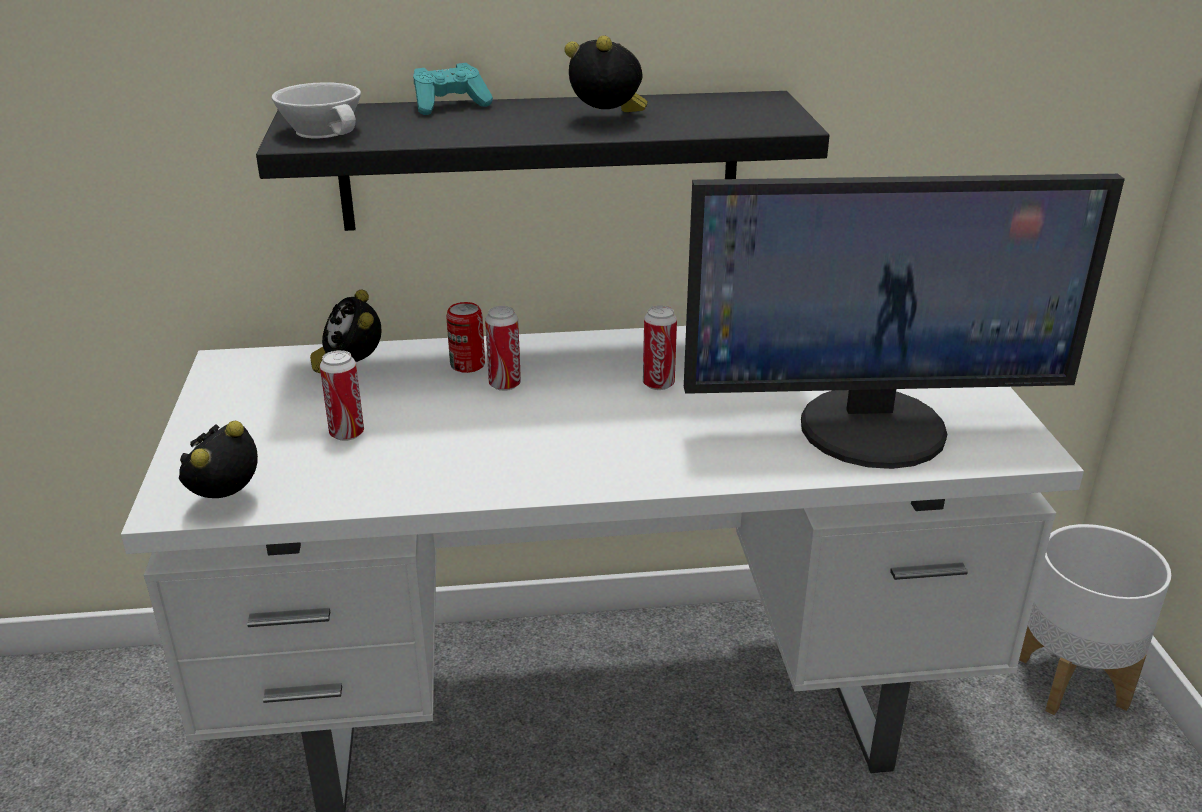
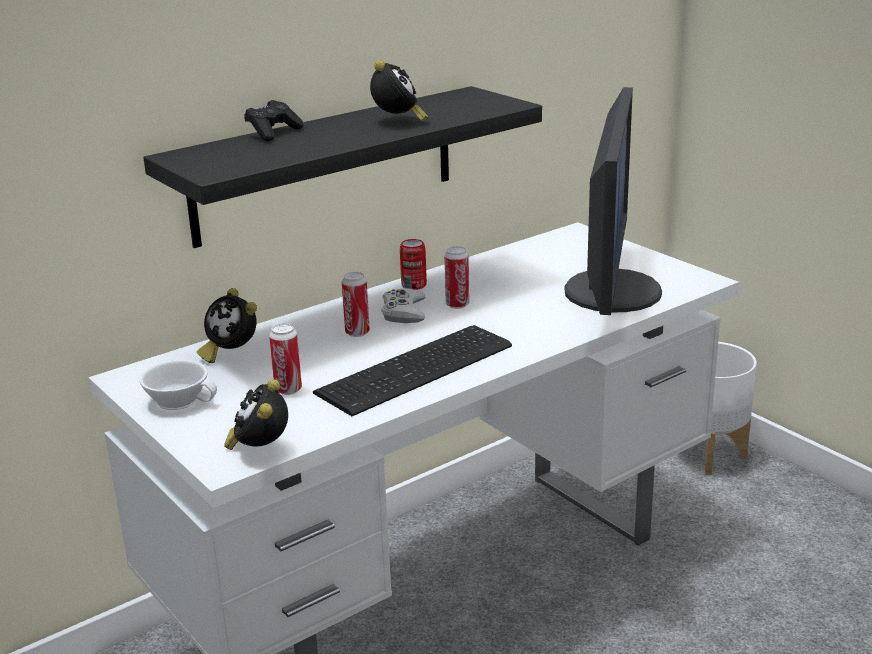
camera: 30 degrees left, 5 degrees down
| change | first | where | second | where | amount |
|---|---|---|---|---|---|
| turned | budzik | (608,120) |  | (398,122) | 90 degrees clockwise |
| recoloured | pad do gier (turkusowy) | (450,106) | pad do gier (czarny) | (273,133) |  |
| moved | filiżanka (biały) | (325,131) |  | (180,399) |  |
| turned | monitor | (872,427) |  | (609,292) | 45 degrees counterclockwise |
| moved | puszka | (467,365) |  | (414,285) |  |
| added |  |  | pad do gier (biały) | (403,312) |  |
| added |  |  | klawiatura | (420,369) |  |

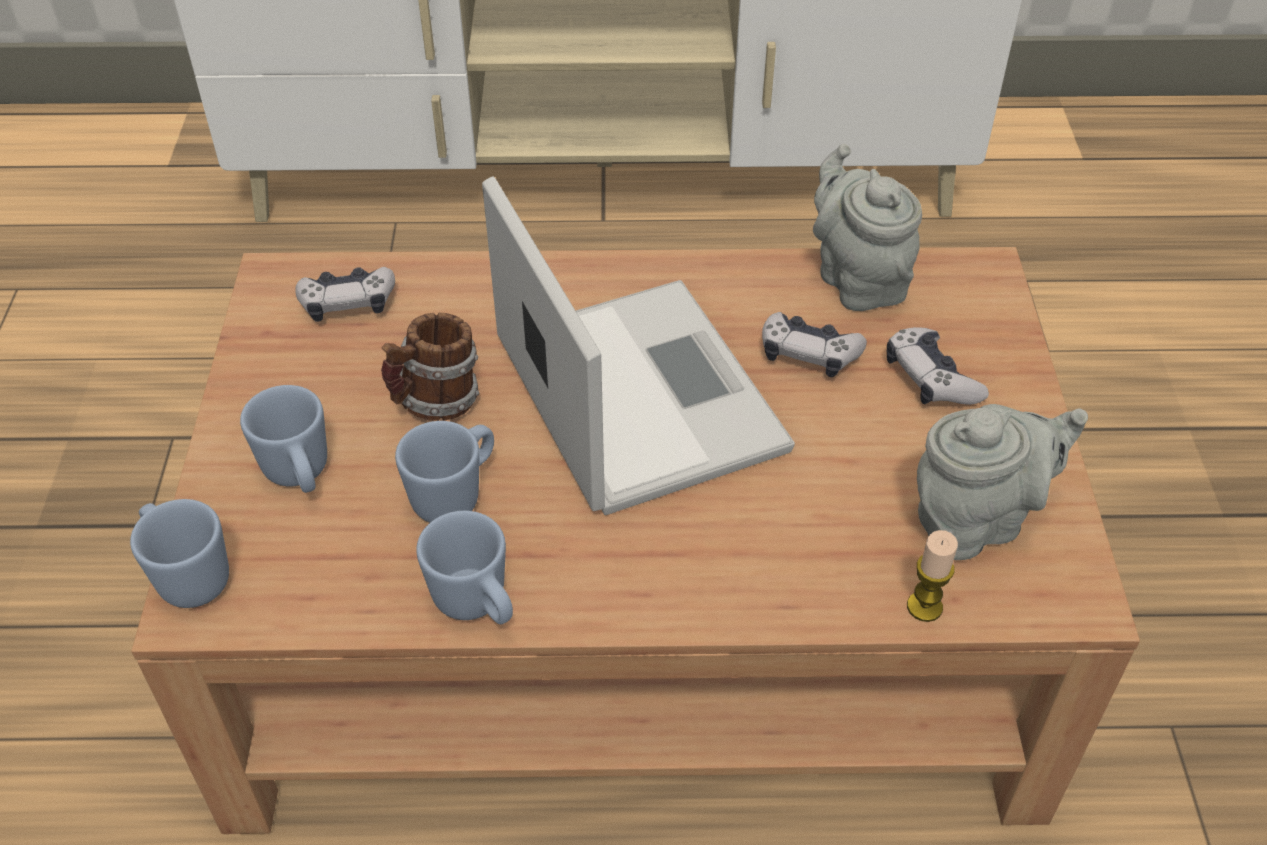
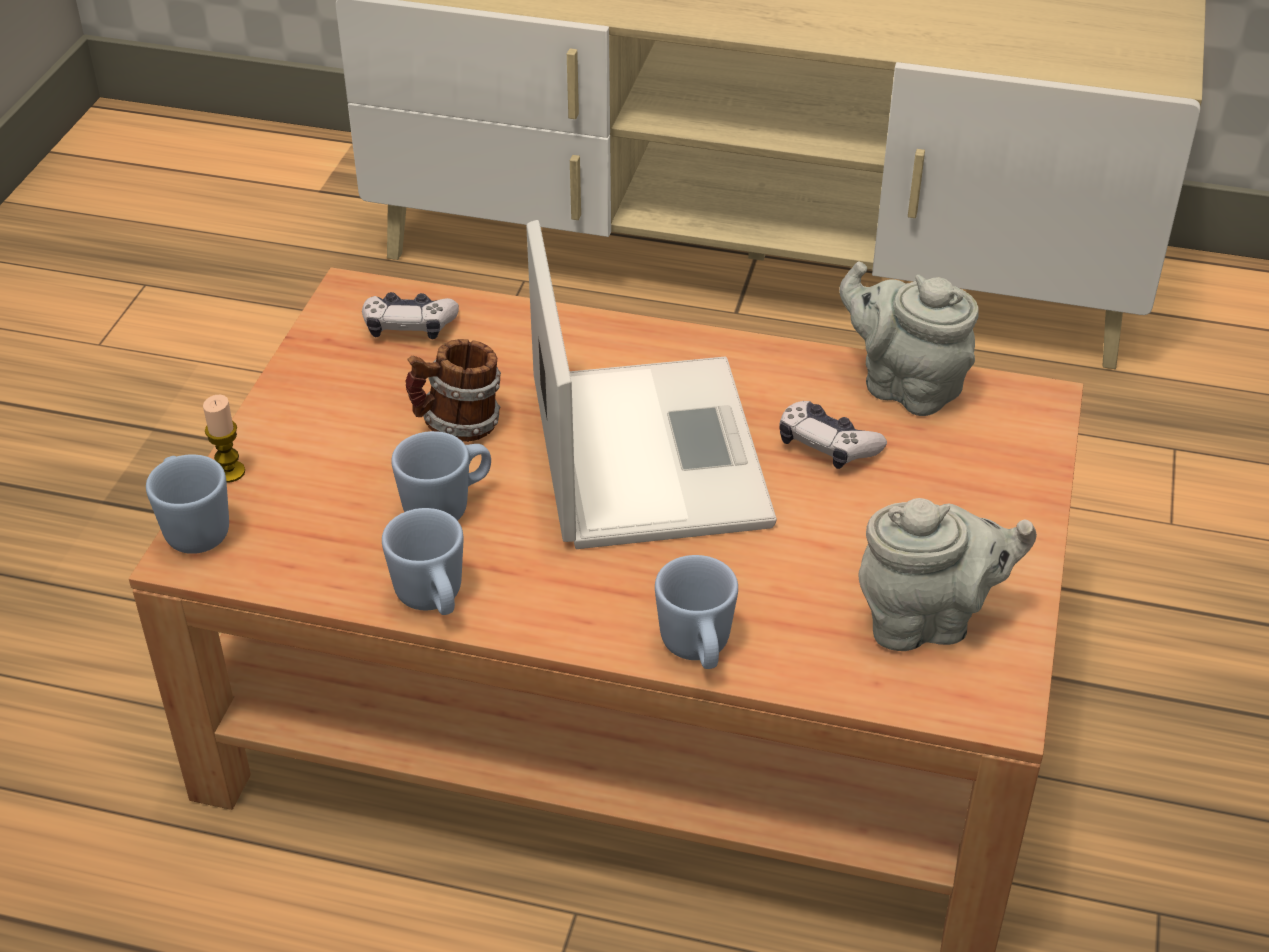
camera: 15 degrees right, 5 degrees down
| change | first | where | second | where | amount |
|---|---|---|---|---|---|
| turned | imbryk (szary) | (857,279) |  | (905,386) | 45 degrees counterclockwise |
| removed | pad do gier | (930,379) |  |  |  |
| moved | kubek (niebieski) | (300,476) |  | (698,651) |  |
| moved | świeca | (924,607) |  | (229,472) |  |

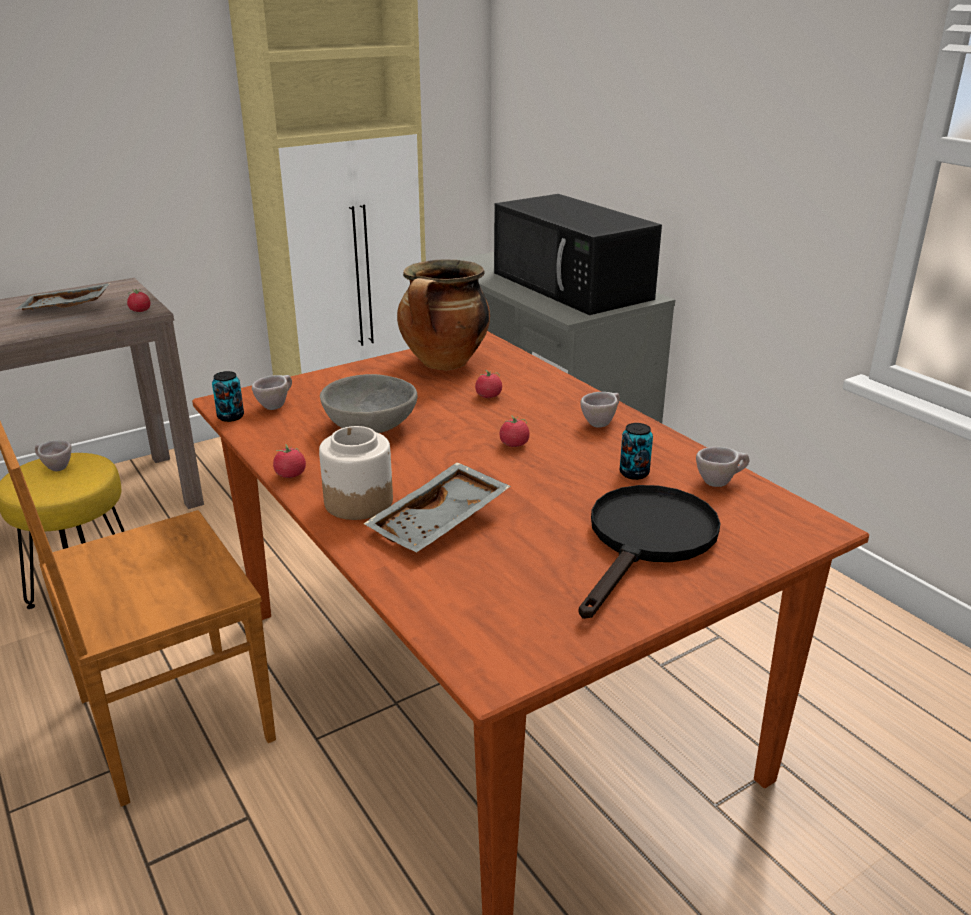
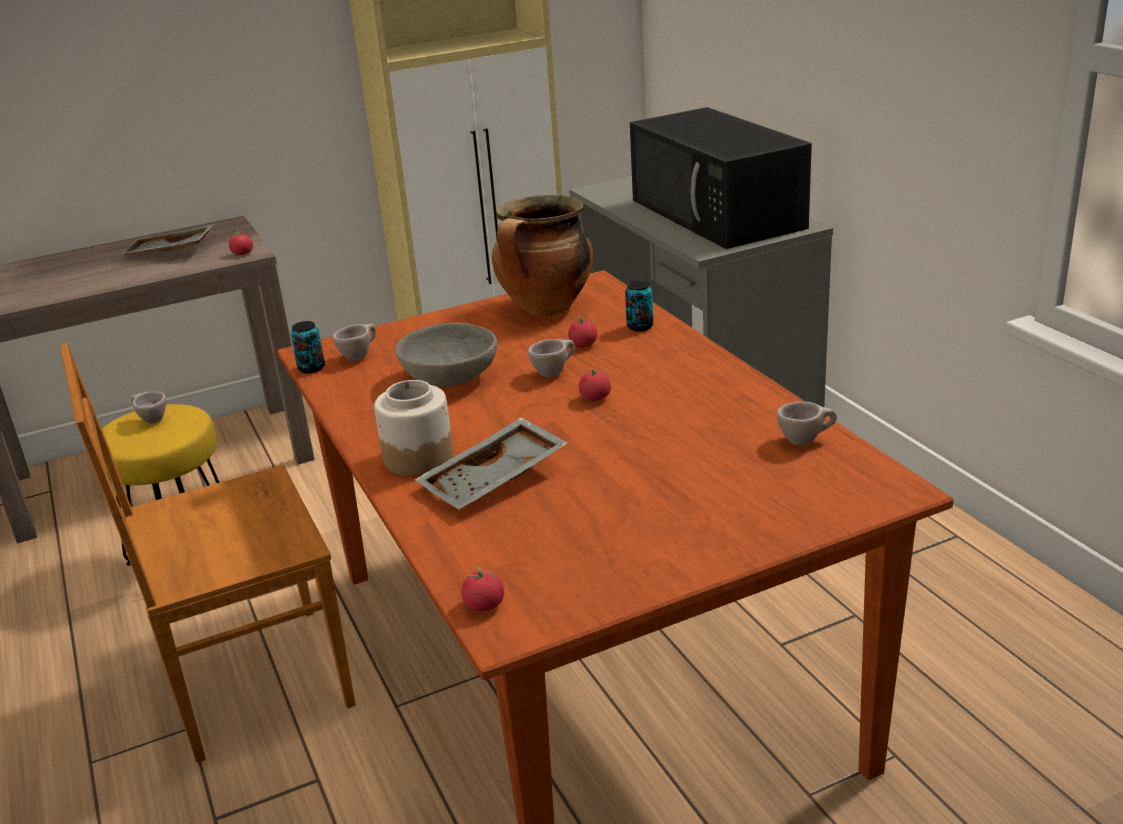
camera: 10 degrees right, 0 degrees up
| change | first | where | second | where | amount |
|---|---|---|---|---|---|
| moved | filiżanka (beżowy) | (601,423) |  | (554,372) |  |
| moved | puszka | (634,473) |  | (640,326) |  |
| moved | pomidor | (290,475) |  | (484,605) |  |
| removed | patelnia (czarny) | (647,541) |  |  |  |

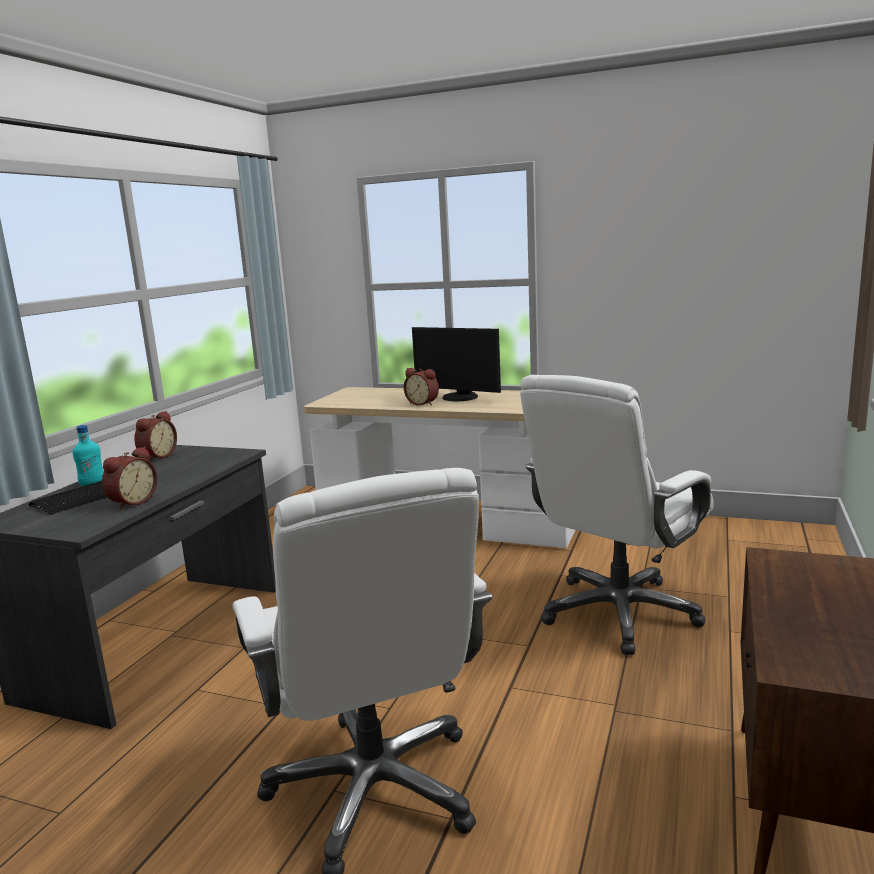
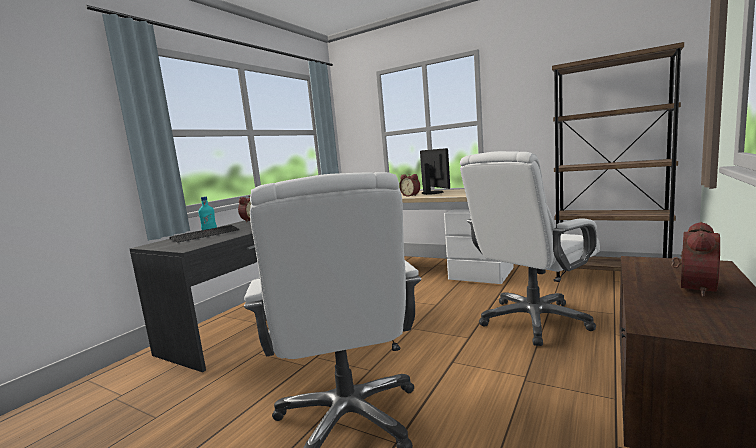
camera: 10 degrees right, 5 degrees down
| change | first | where | second | where | amount |
|---|---|---|---|---|---|
| turned | monitor | (459,398) |  | (433,193) | 150 degrees counterclockwise |
| moved | budzik | (132,502) |  | (693,287) |  |
| added |  |  | regał (brązowy) | (610,276) |  |

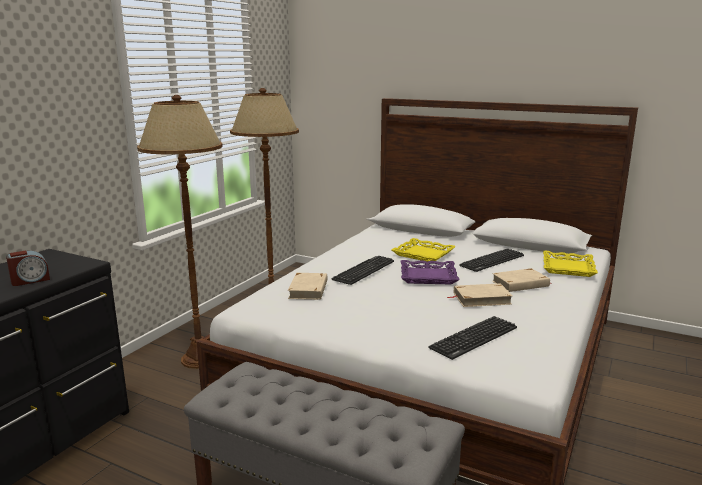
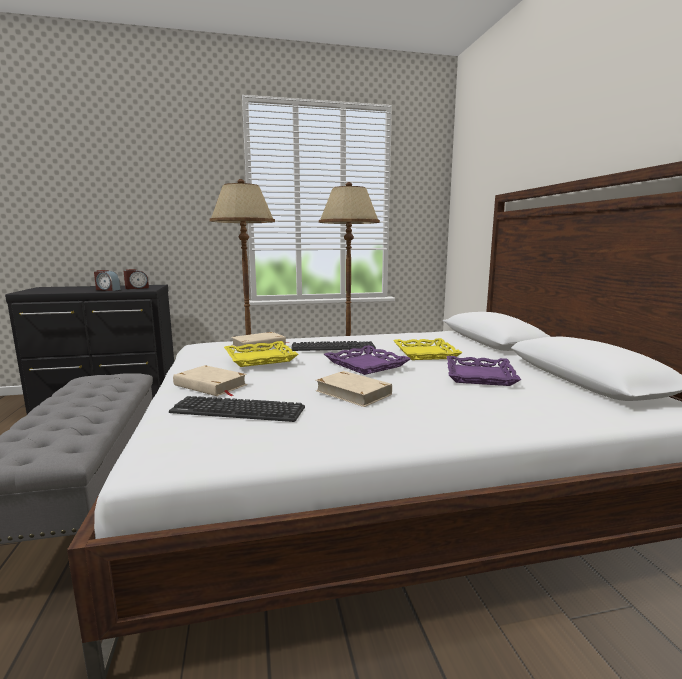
camera: 50 degrees right, 5 degrees down
| change | first | where | second | where | amount |
|---|---|---|---|---|---|
| replaced | klawiatura | (492,261) | taca (fioletowy) | (479,375) |  |
| moved | taca (żółty) | (568,268) |  | (260,358) |  |
| moved | książka (beżowy) | (520,284) |  | (210,385) |  |
| added |  |  | budzik | (137,288) |  |

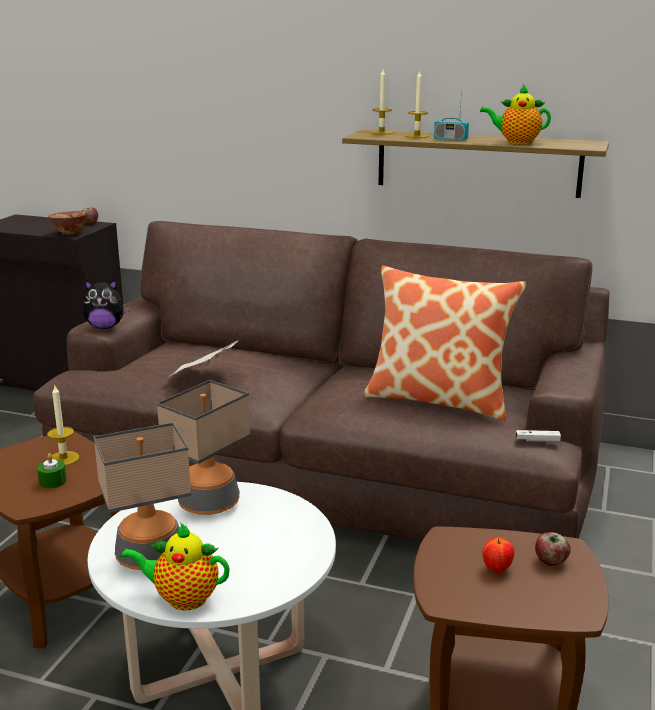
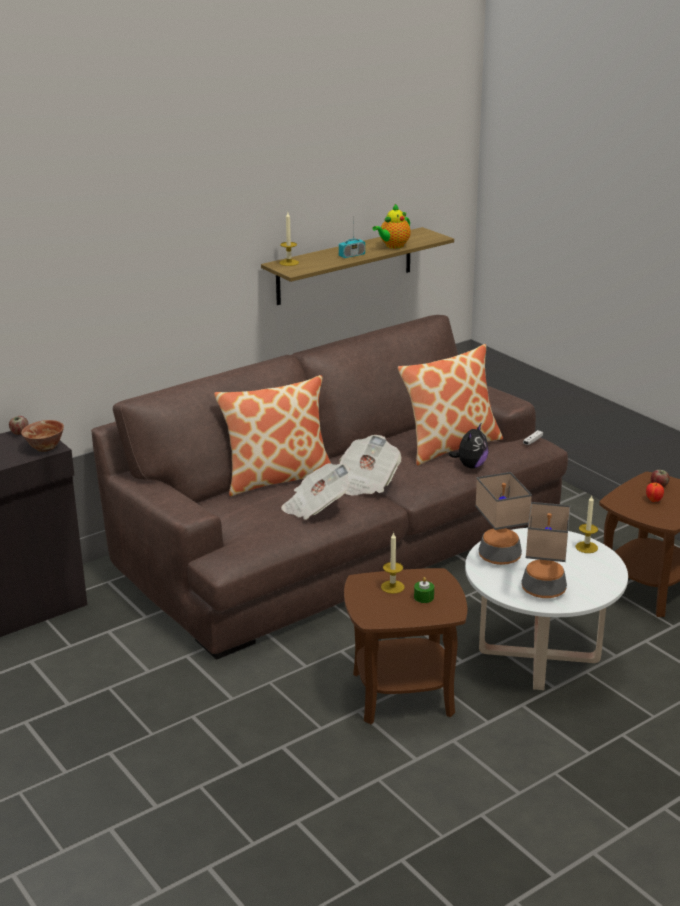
camera: 55 degrees left, 5 degrees up
| change | first | where | second | where | amount |
|---|---|---|---|---|---|
| moved | świeca | (417,136) |  | (586,547) |  |
| moved | pluszak | (105,327) |  | (470,466) |  |
| removed | imbryk | (182,598) |  |  |  |
| added |  |  | poduszka | (277,478) |  |
| added |  |  | gazeta | (367,482) |  |

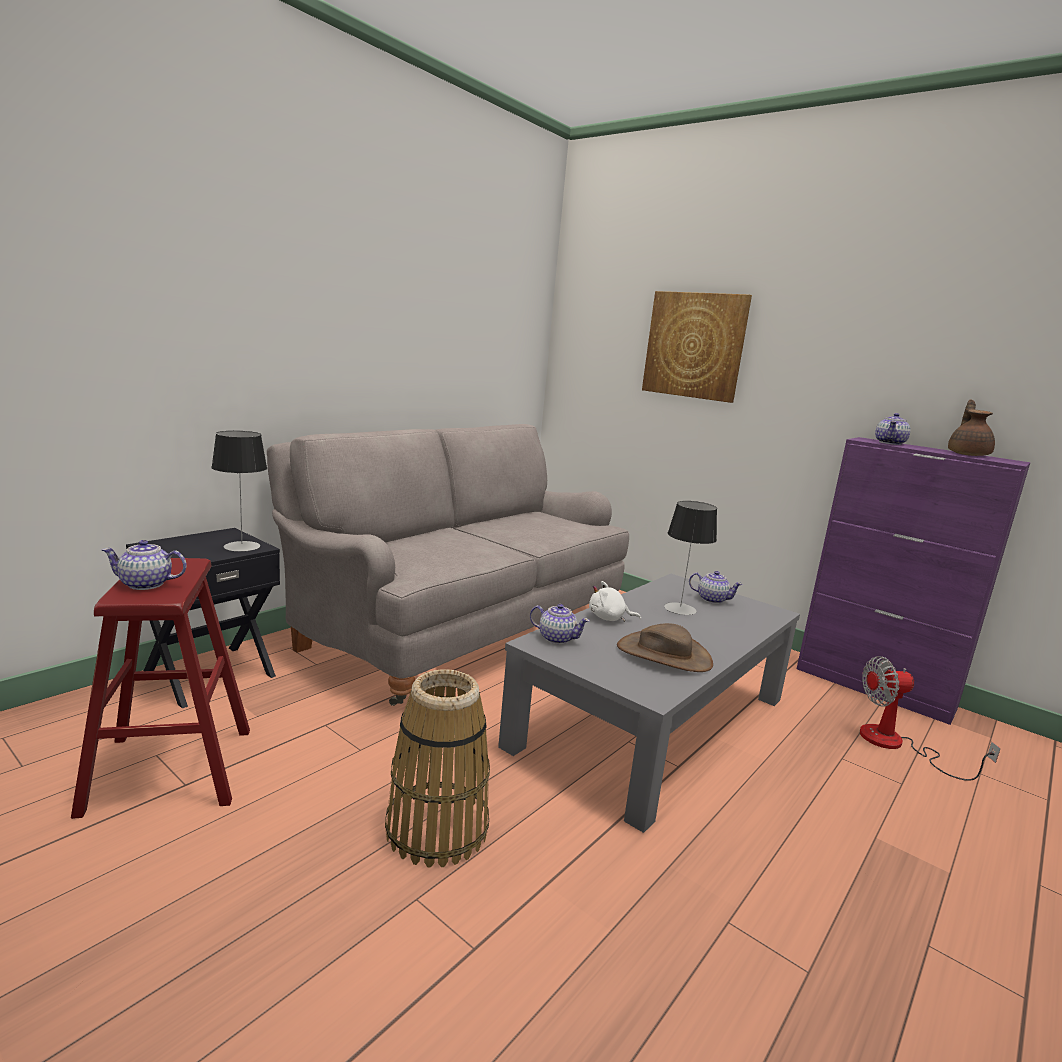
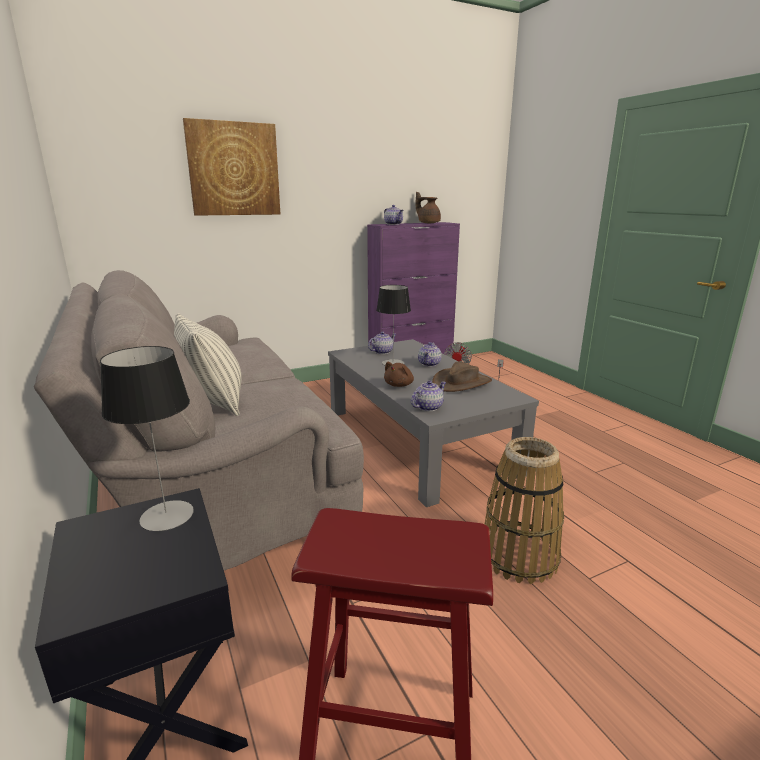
camera: 65 degrees left, 5 degrees up
| change | first | where | second | where | amount |
|---|---|---|---|---|---|
| moved | imbryk | (146,584) |  | (429,364) |  |
| recoloured | pluszak (biały) | (609,618) | pluszak (brązowy) | (399,385) |  |
| added |  |  | poduszka | (213,402) |  |

